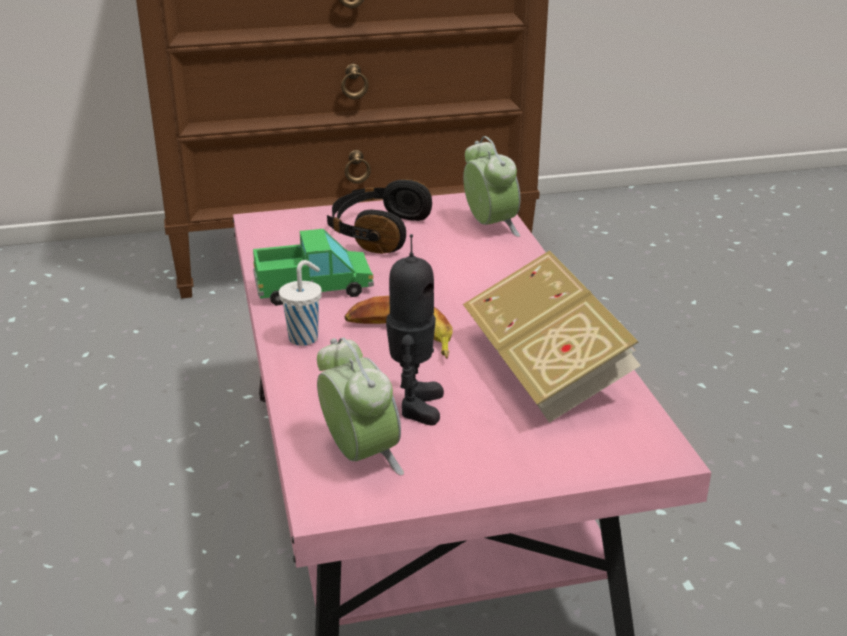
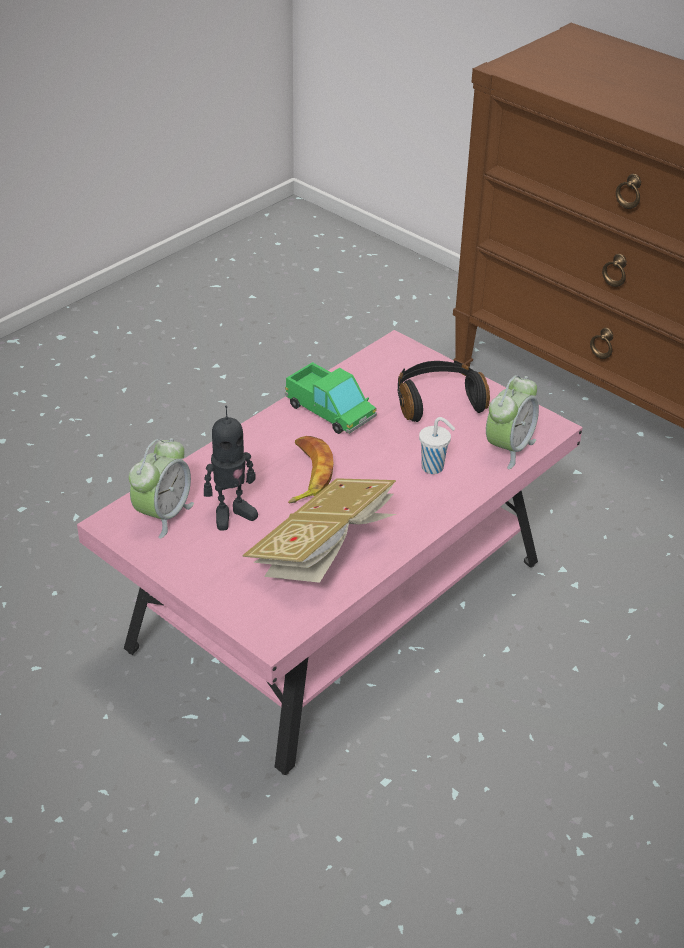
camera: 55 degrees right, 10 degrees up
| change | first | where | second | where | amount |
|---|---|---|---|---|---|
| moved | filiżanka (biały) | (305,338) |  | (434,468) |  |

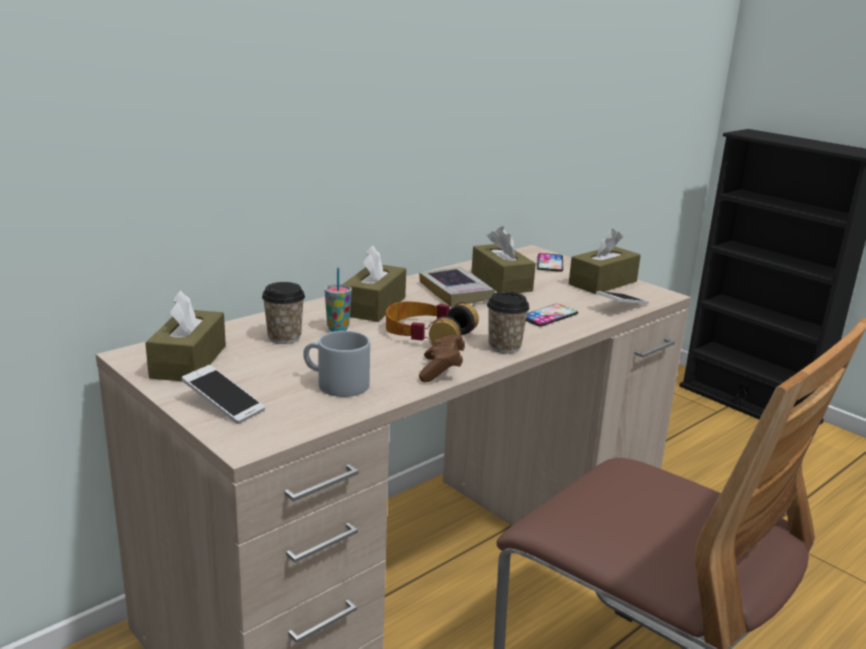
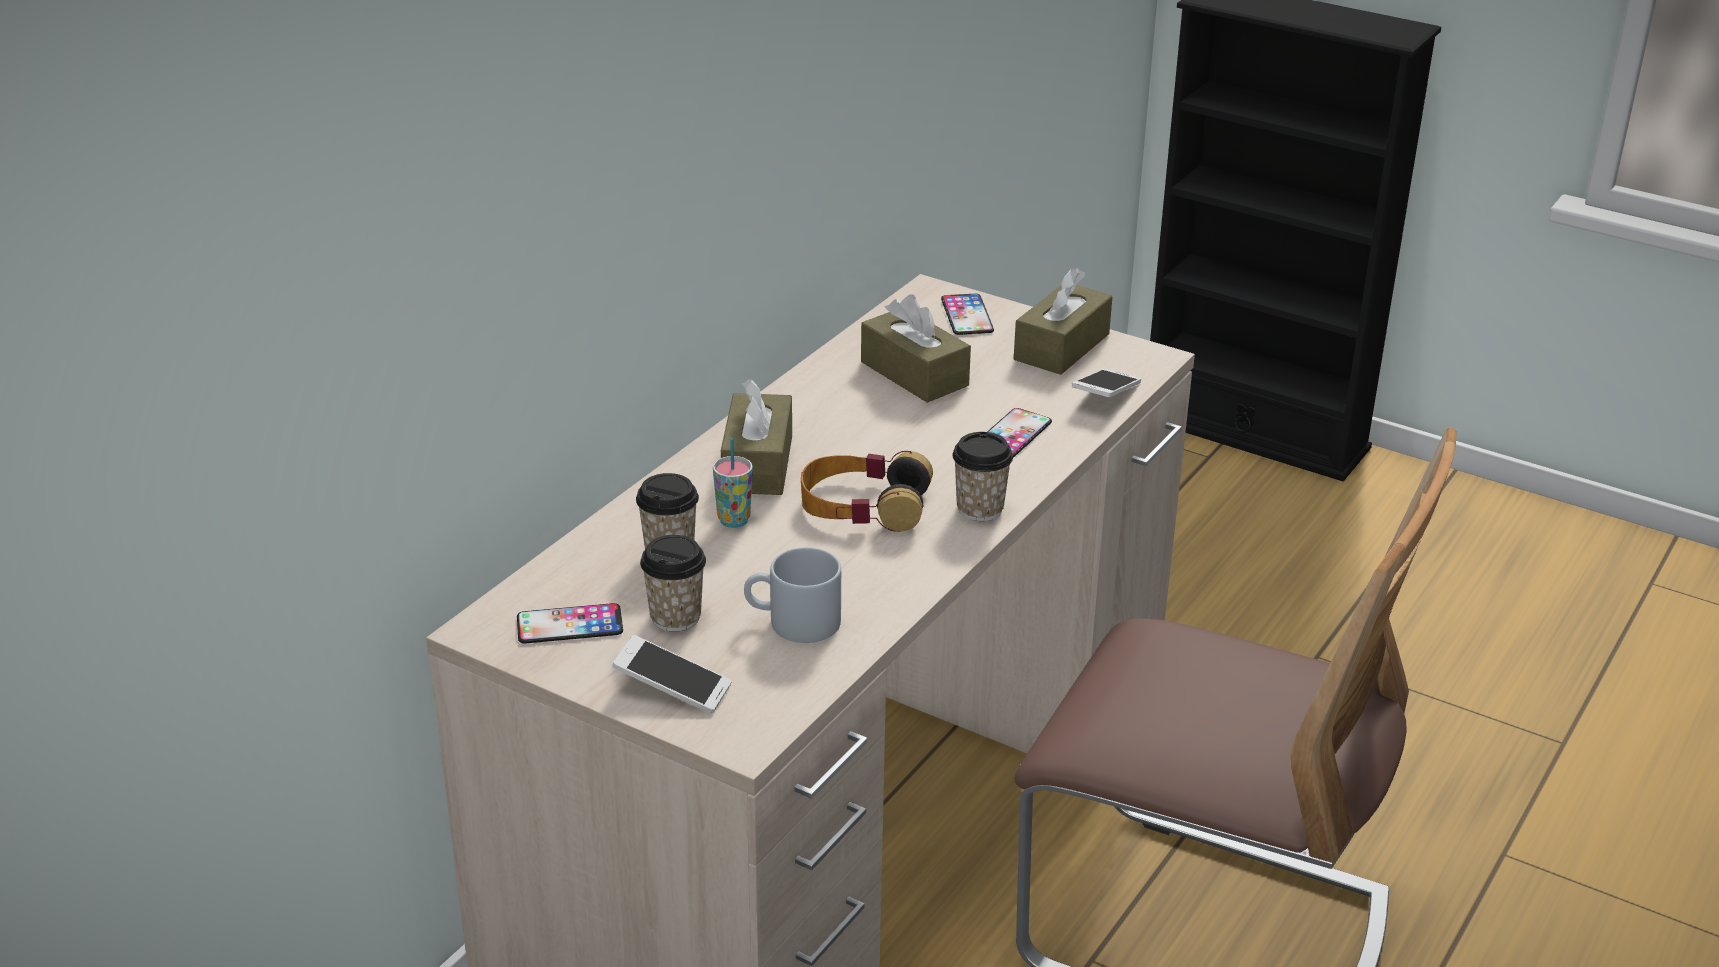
camera: 15 degrees left, 10 degrees up
| change | first | where | second | where | amount |
|---|---|---|---|---|---|
| removed | książka | (455,292) |  |  |  |
| replaced | pudełko chusteczek (brązowy) | (189,361) | telefon | (569,624) |  |
| removed | pad do gier (brązowy) | (441,370) |  |  |  |
| added |  |  | filiżanka | (675,617) |  |

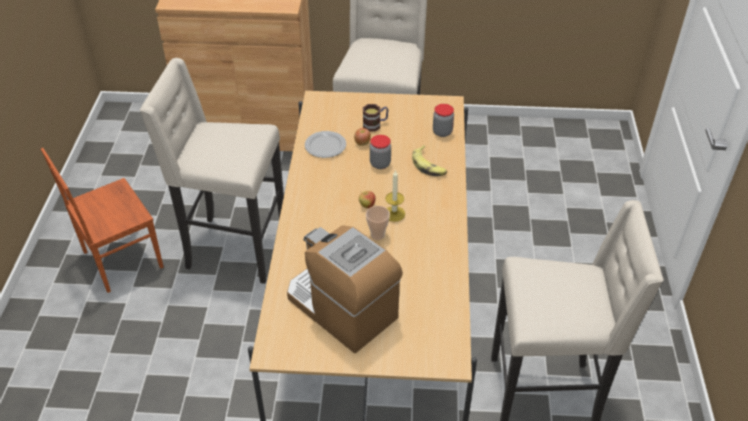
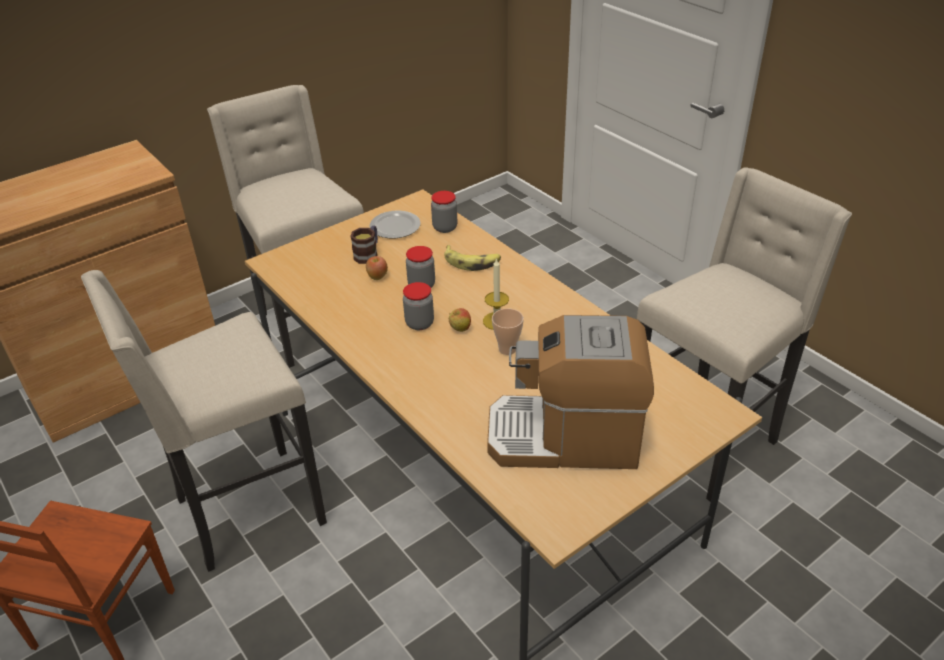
camera: 40 degrees left, 5 degrees down
| change | first | where | second | where | amount |
|---|---|---|---|---|---|
| moved | talerz | (325,145) |  | (394,226) |  |
| added |  |  | słoik | (419,323) |  |

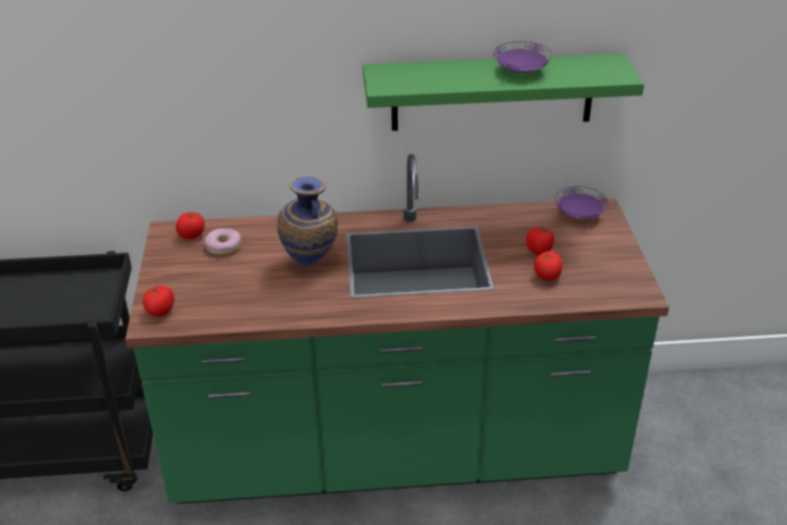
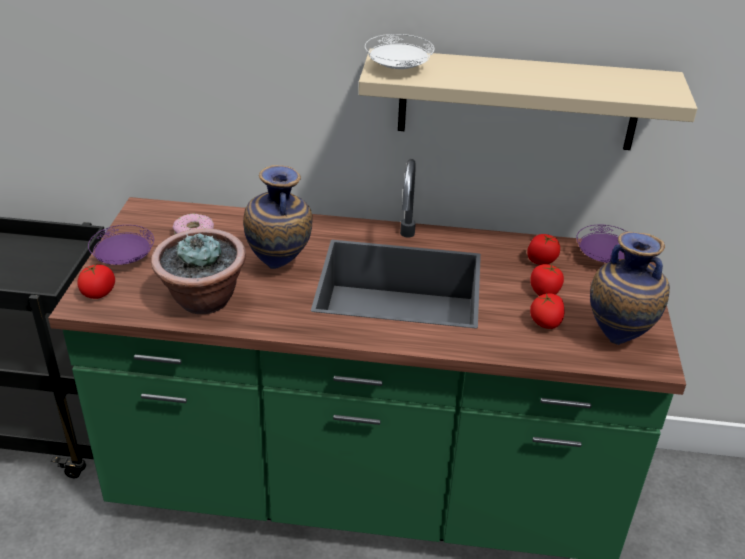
camera: 10 degrees right, 0 degrees up
| change | first | where | second | where | amount |
|---|---|---|---|---|---|
| moved | talerz (fioletowy) | (521,71) |  | (124,260) |  |
| recoloured | półka (zielony) | (492,92) | półka (beżowy) | (518,100) |  |
| moved | pomidor | (192,235) |  | (541,260) |  |
| added |  |  | talerz (biały) | (398,69) |  |
| added |  |  | roślina doniczkowa | (203,300) |  |
| added |  |  | wazon | (618,338) |  |

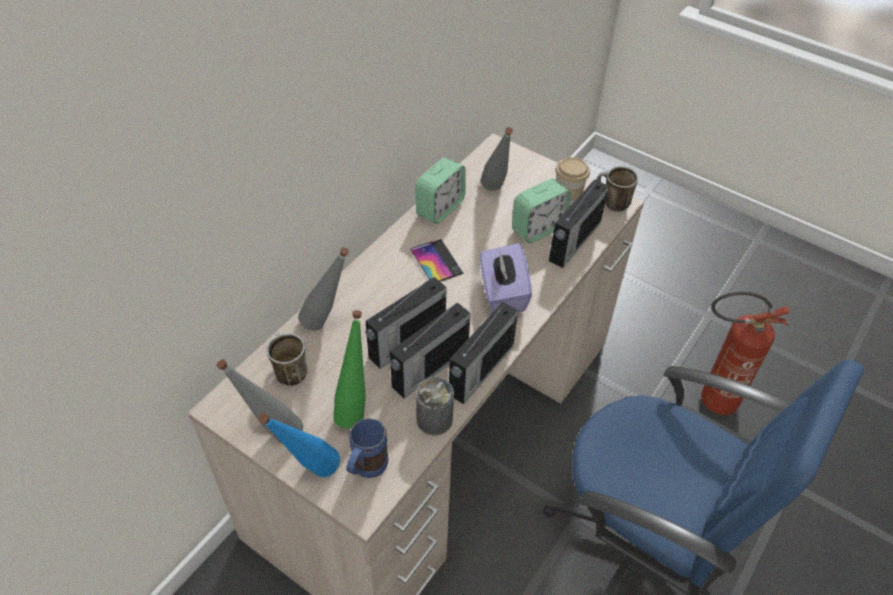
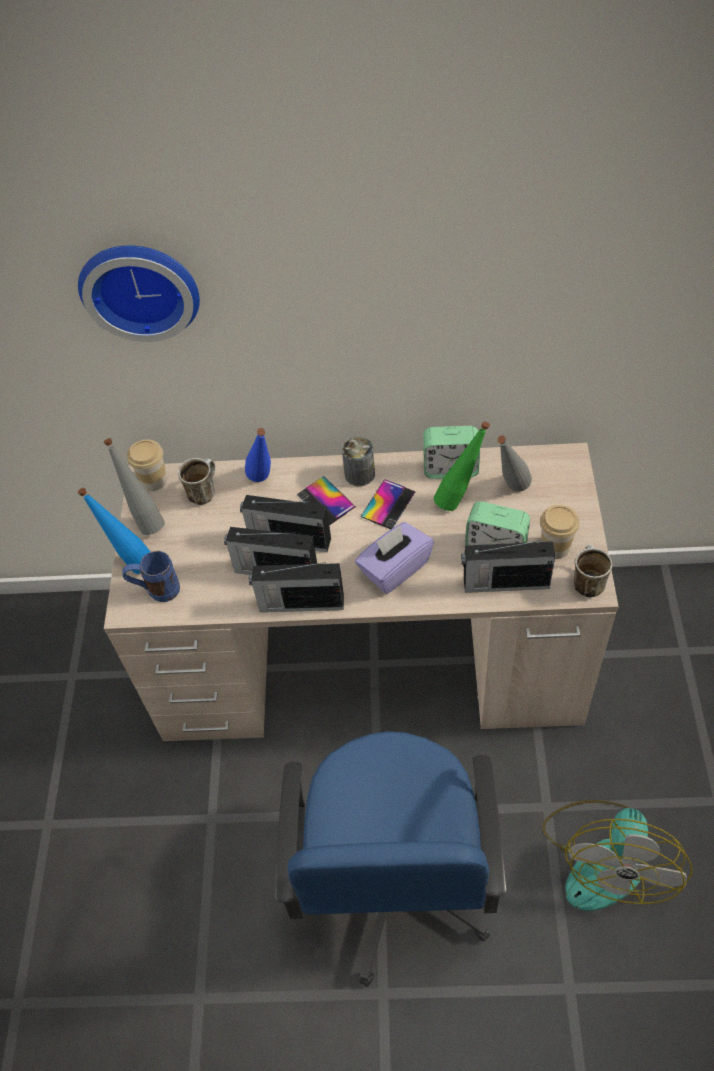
camera: 60 degrees right, 5 degrees up
| change | first | where | second | where | amount |
|---|---|---|---|---|---|
| recoloured | butelka (szary) | (328,323) | butelka (niebieski) | (264,483) |  |
| replaced | gaśnica | (709,399) | wentylator | (605,857) |  |
| moved | butelka (zielony) | (355,407) |  | (459,499) |  |
| moved | puszka | (434,419) |  | (359,474) |  |
| added |  |  | zegar ścienny | (140,286) |  |
| added |  |  | filiżanka | (154,480) |  |
| added |  |  | telefon | (326,501) |  |

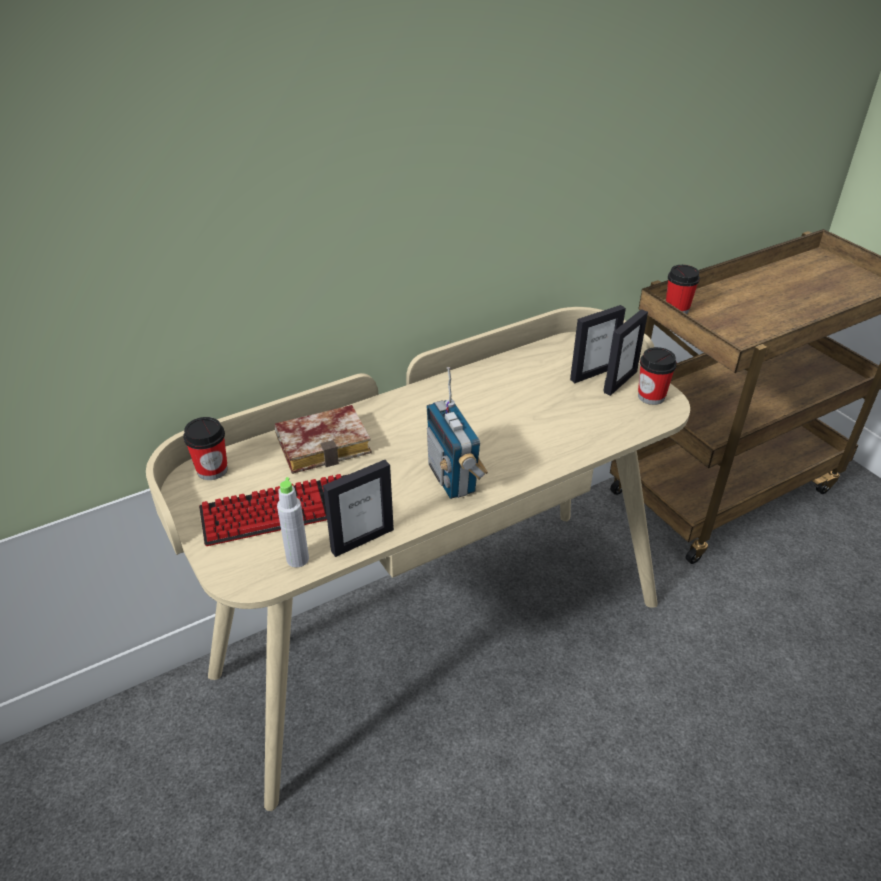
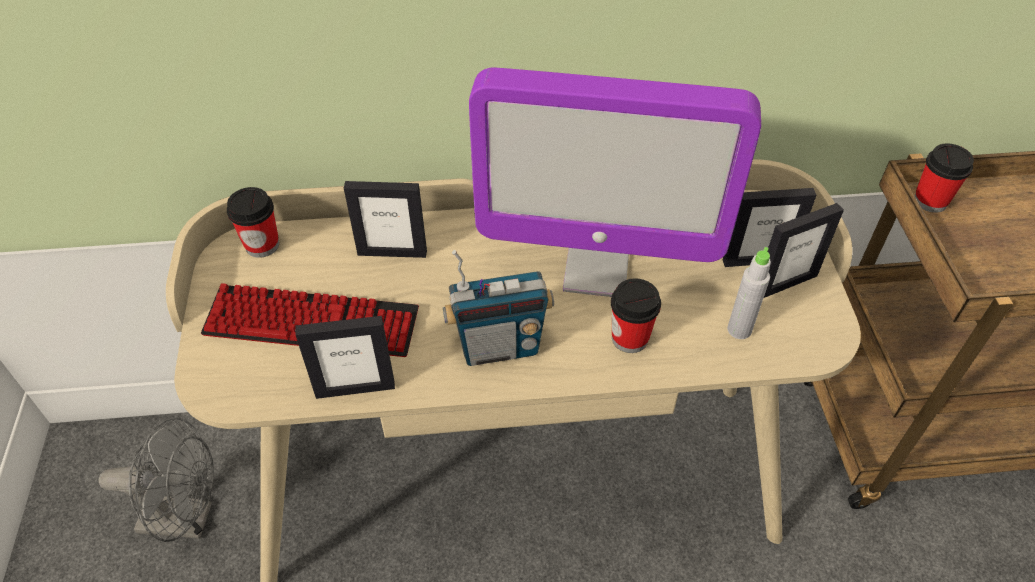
camera: 25 degrees right, 10 degrees up
| change | first | where | second | where | amount |
|---|---|---|---|---|---|
| moved | filiżanka | (651,396) |  | (630,338) |  |
| turned | radio | (453,478) |  | (499,347) | 105 degrees counterclockwise |
| replaced | książka | (326,443) | ramka na zdjęcie | (392,252) |  |
| moved | butelka (szary) | (297,559) |  | (739,330) |  |
| added |  |  | monitor | (596,269) |  |
| added |  |  | wentylator (szary) | (187,519) |  |

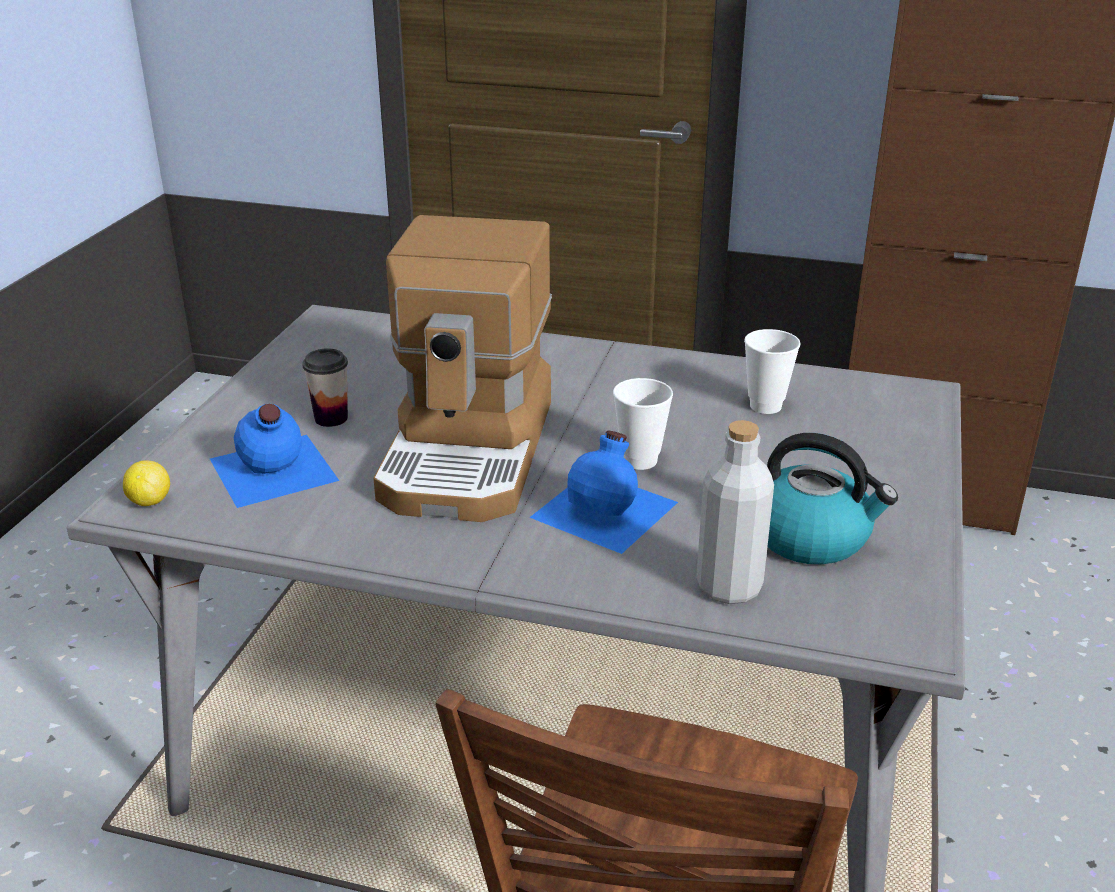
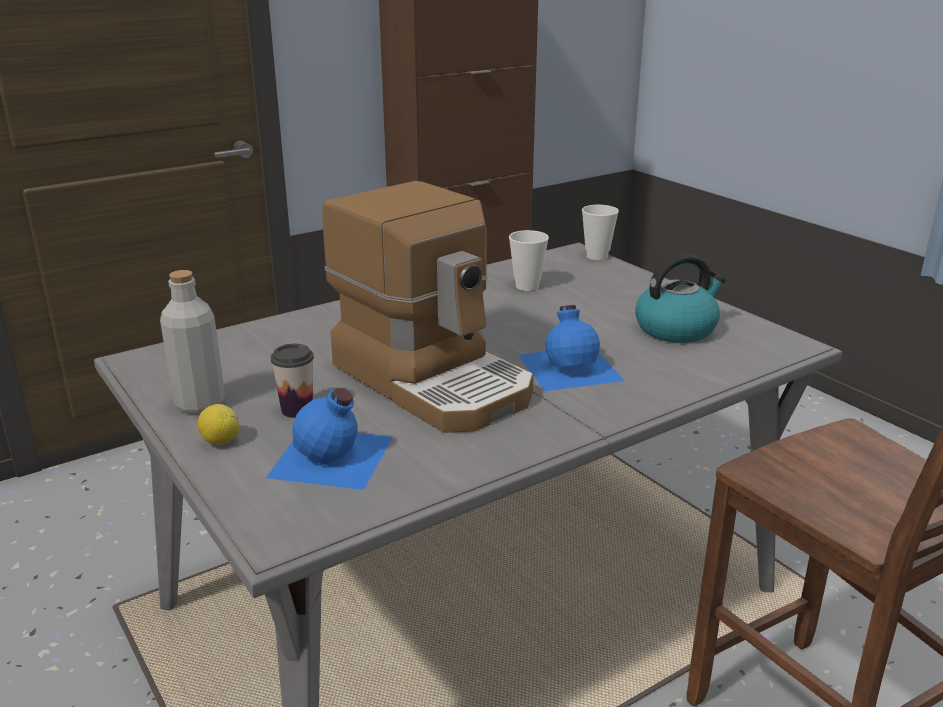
camera: 50 degrees left, 5 degrees down
| change | first | where | second | where | amount |
|---|---|---|---|---|---|
| moved | filiżanka | (640,460) |  | (597,256) |  |
| moved | butelka (szary) | (729,587) |  | (200,403) |  |
| moved | cytryna | (149,501) |  | (220,441) |  |

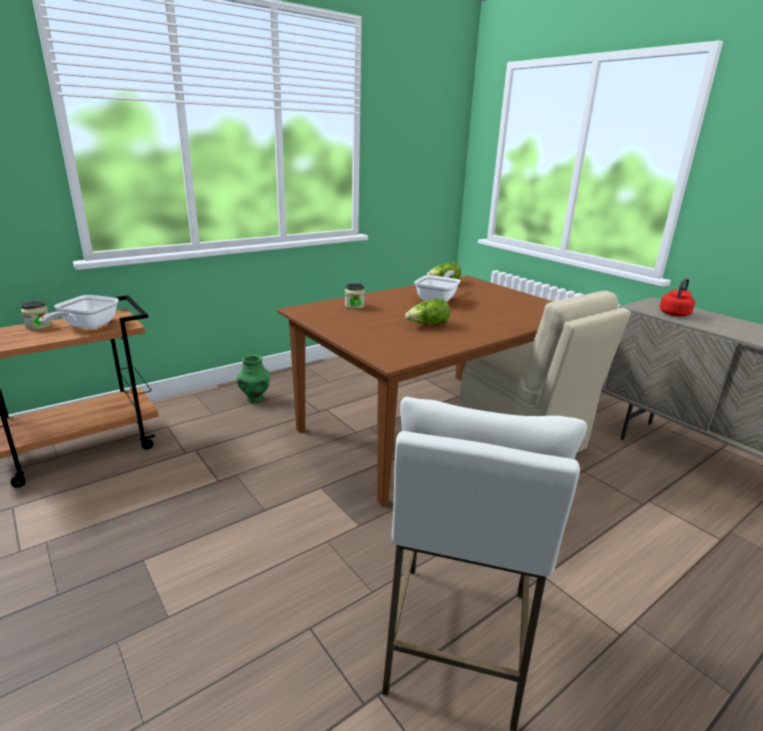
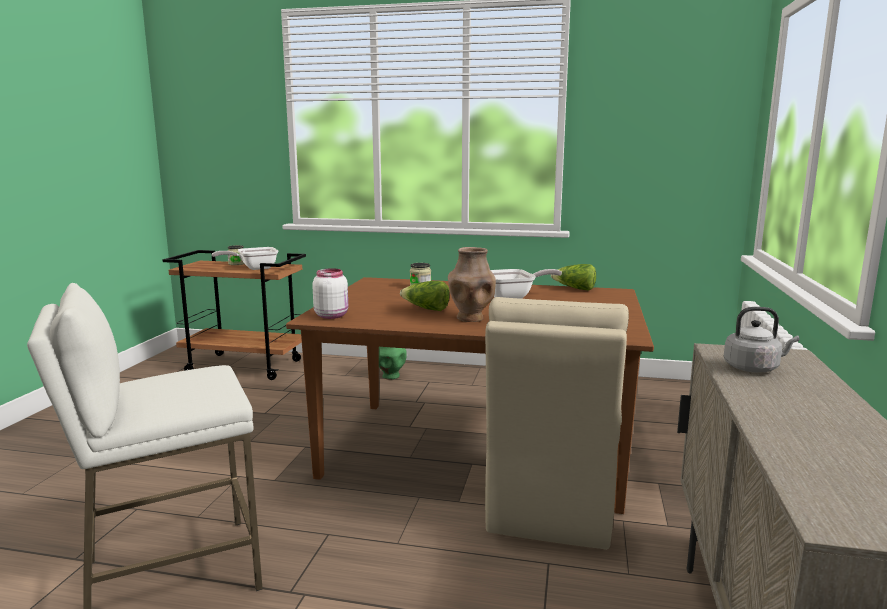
camera: 50 degrees right, 10 degrees down
| change | first | where | second | where | amount |
|---|---|---|---|---|---|
| recoloured | czajnik (czerwony) | (675,313) | czajnik (szary) | (754,368) |  |
| added |  |  | wazon (brązowy) | (471,318) |  |
| added |  |  | słoik (biały) | (332,315) |  |

